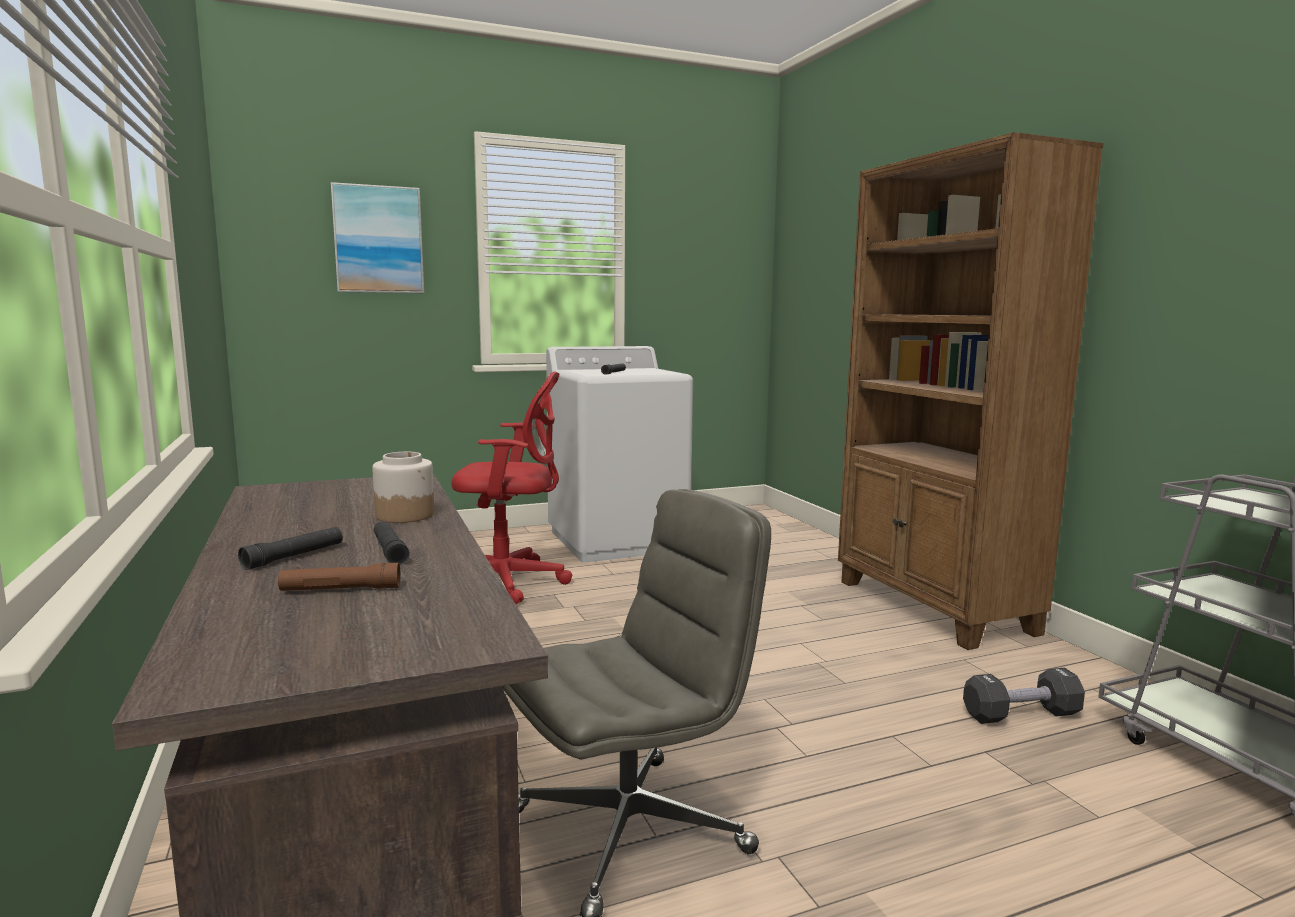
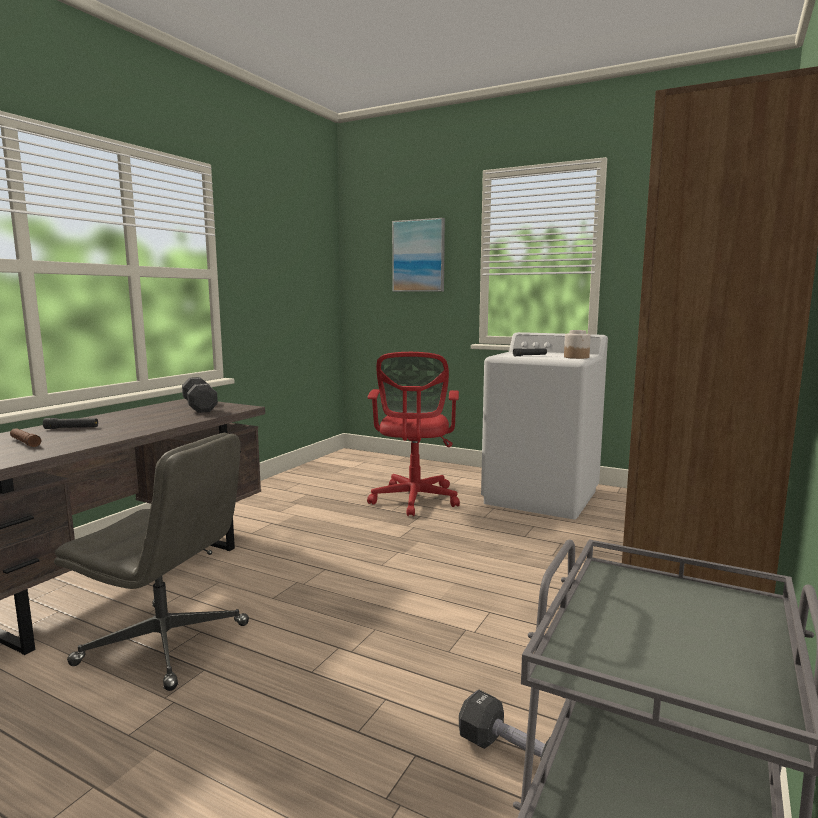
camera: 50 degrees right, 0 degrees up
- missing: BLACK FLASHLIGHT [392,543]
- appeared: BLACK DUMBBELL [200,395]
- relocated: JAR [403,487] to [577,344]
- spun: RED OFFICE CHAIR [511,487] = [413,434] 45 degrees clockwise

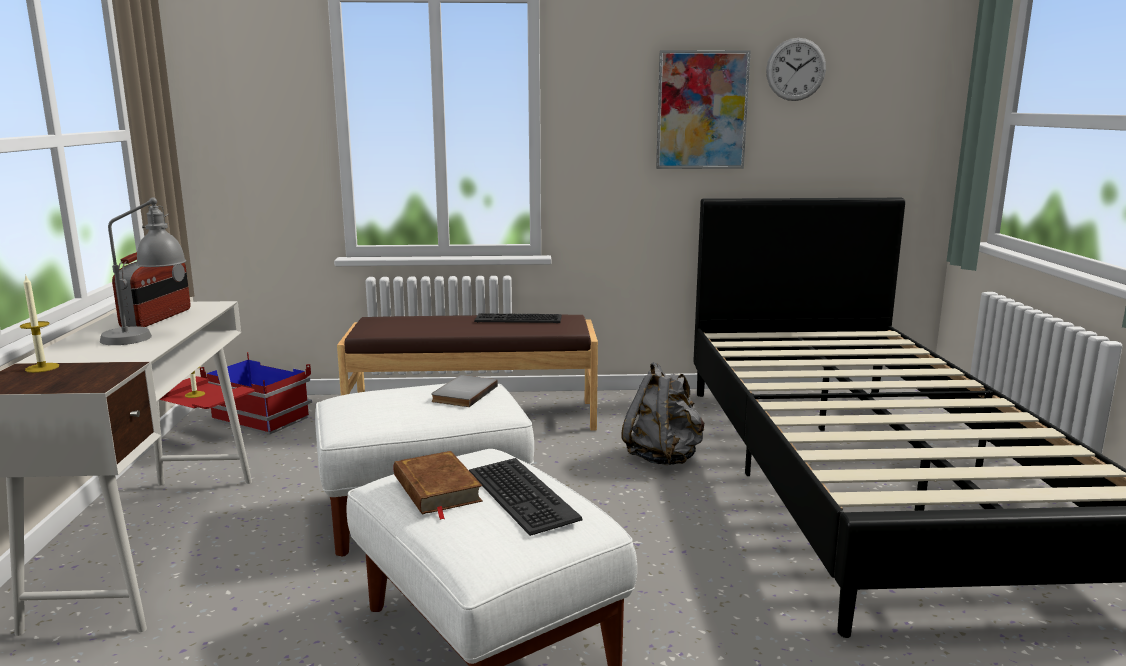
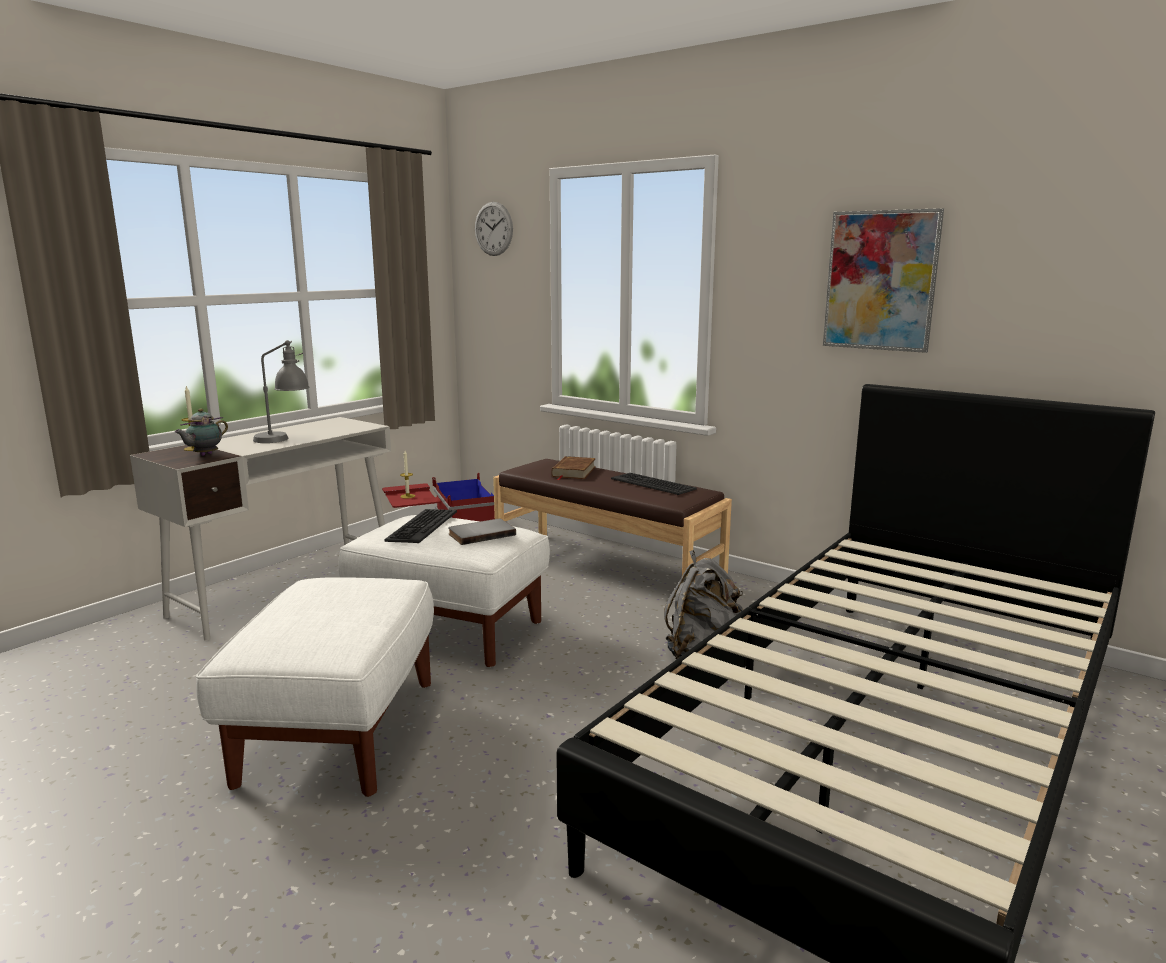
camera: 40 degrees right, 0 degrees up
- missing: RADIO [151,289]
- appeared: TEAPOT [201,432]
- relocated: BROWN BOOK [438,485] to [573,468]
- relocated: KEYBOARD [526,497] to [420,526]
- relocated: WALL CLOCK [796,69] to [494,229]

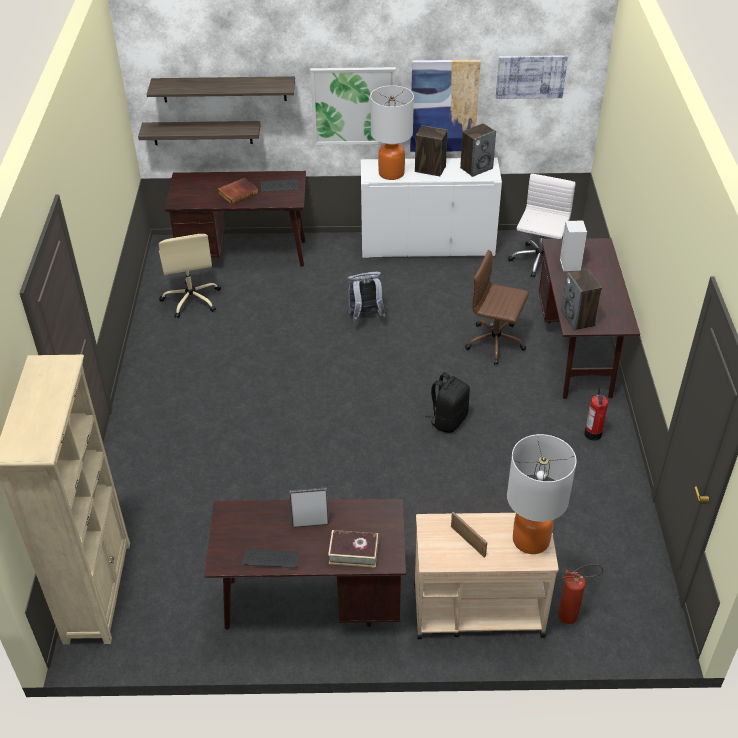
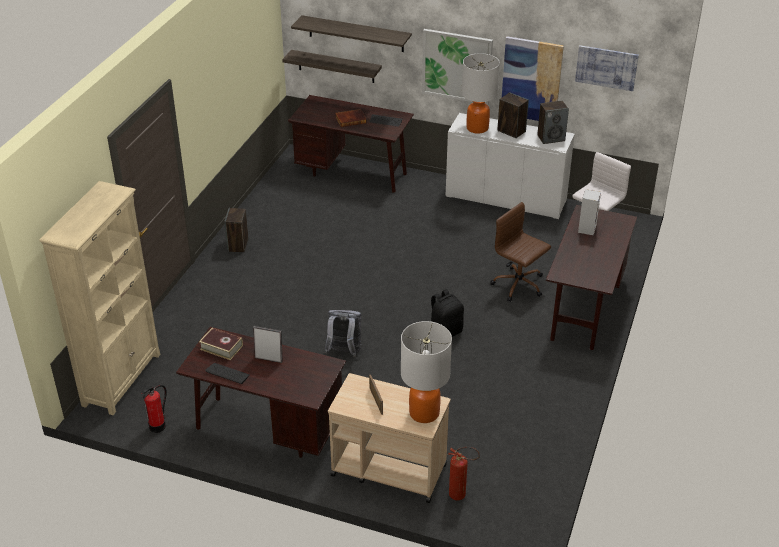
camera: 20 degrees right, 5 degrees down
- missing: BEIGE OFFICE CHAIR [190,276]
- relocated: BOOK [353,549] to [221,344]
- relocated: GREY BACKPACK [366,297] to [343,333]
- relocated: SPEAKER [581,300] to [236,230]
- relocated: FIRE EXTINGUISHER [596,414] to [154,409]

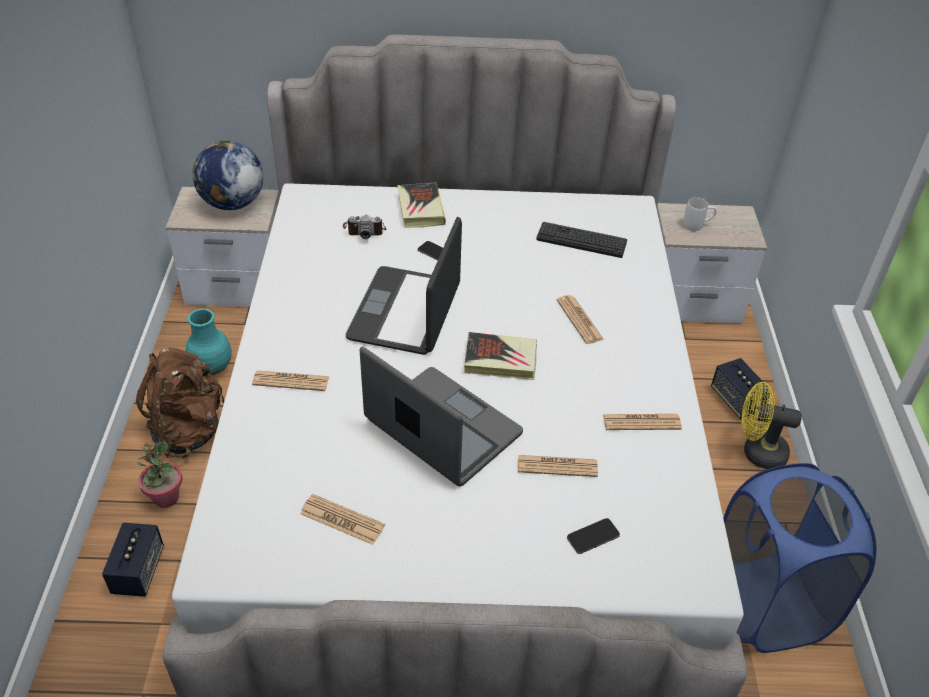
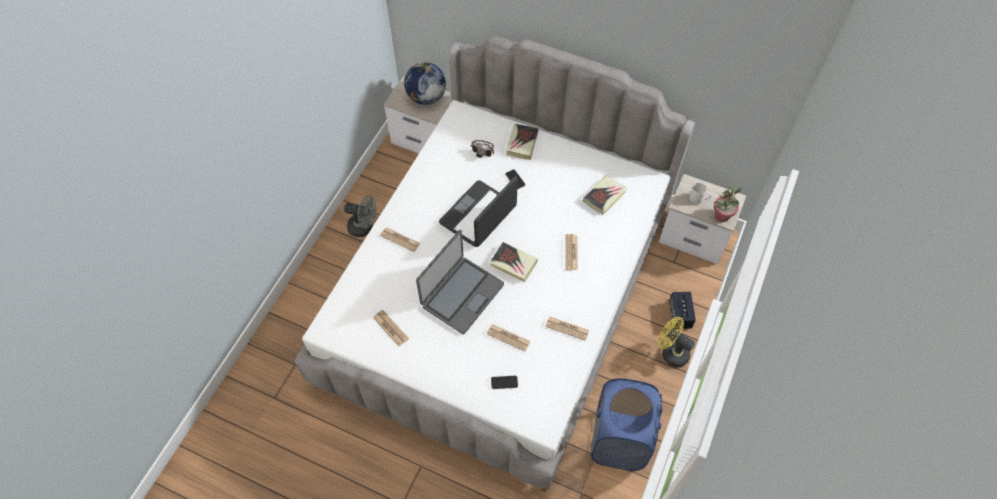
camera: 25 degrees right, 15 degrees up
- missing: SPEAKER [133,560]
- missing: TURQUOISE VASE [209,341]
- relocated: POTTED PLANT [159,474] to [727,204]
- exchanged: BROWN BACKPACK [180,403] to GREY FAN [360,216]
- exchanged: KEYBOARD [581,240] to BOOK [605,195]
- spun: LAPTOP [441,417] = [460,282] 60 degrees clockwise

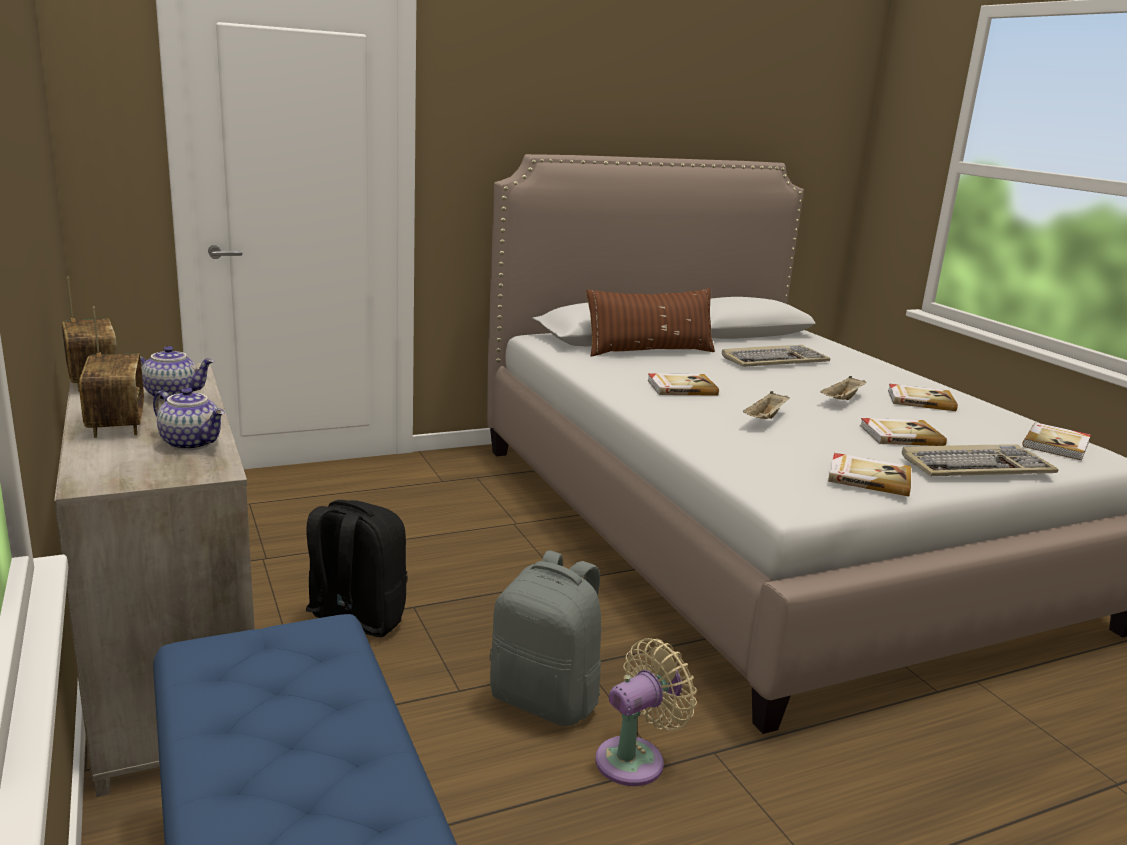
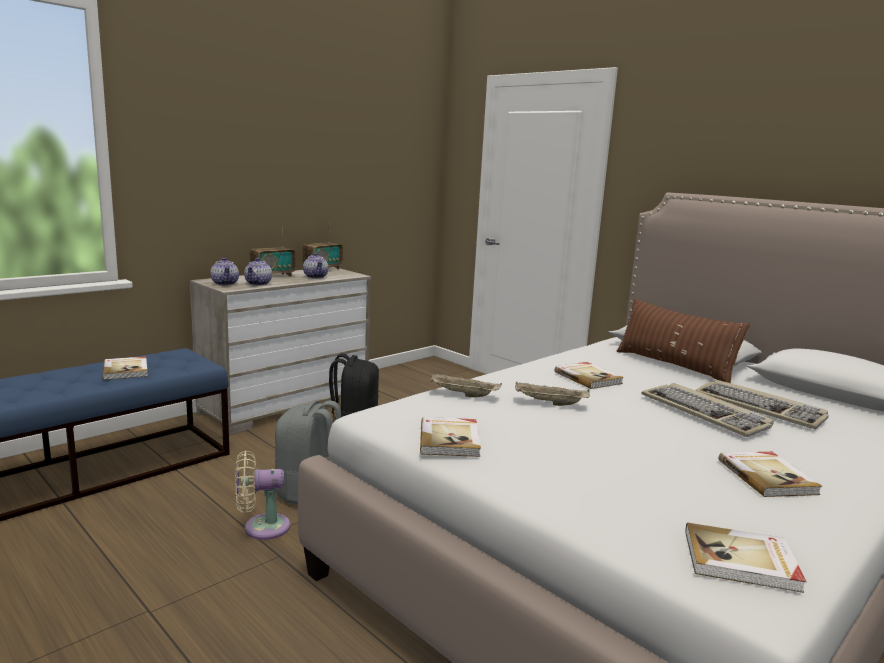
camera: 70 degrees right, 5 degrees down
- appeared: TEAPOT [224,271]
- relocated: BEIGE TRAY [843,388] to [466,385]
- relocated: BOOK [903,432] to [125,368]
- relocated: KEYBOARD [980,460] to [708,410]
- spun: BEIGE FAN [646,712] = [262,495] 135 degrees clockwise

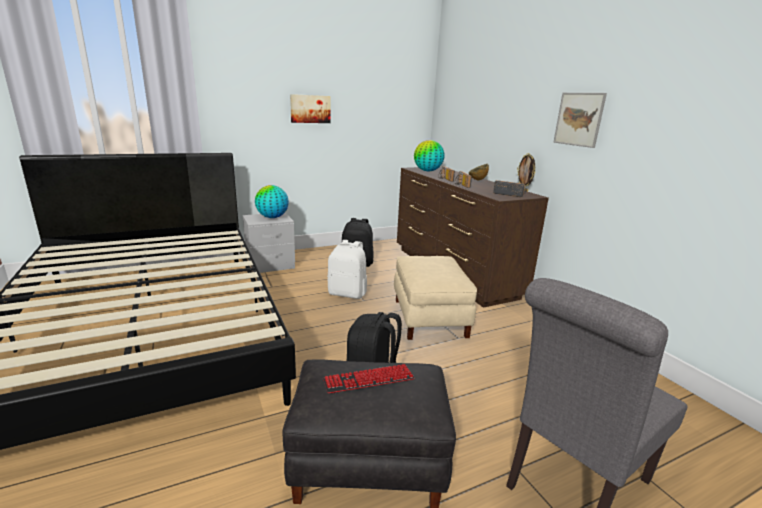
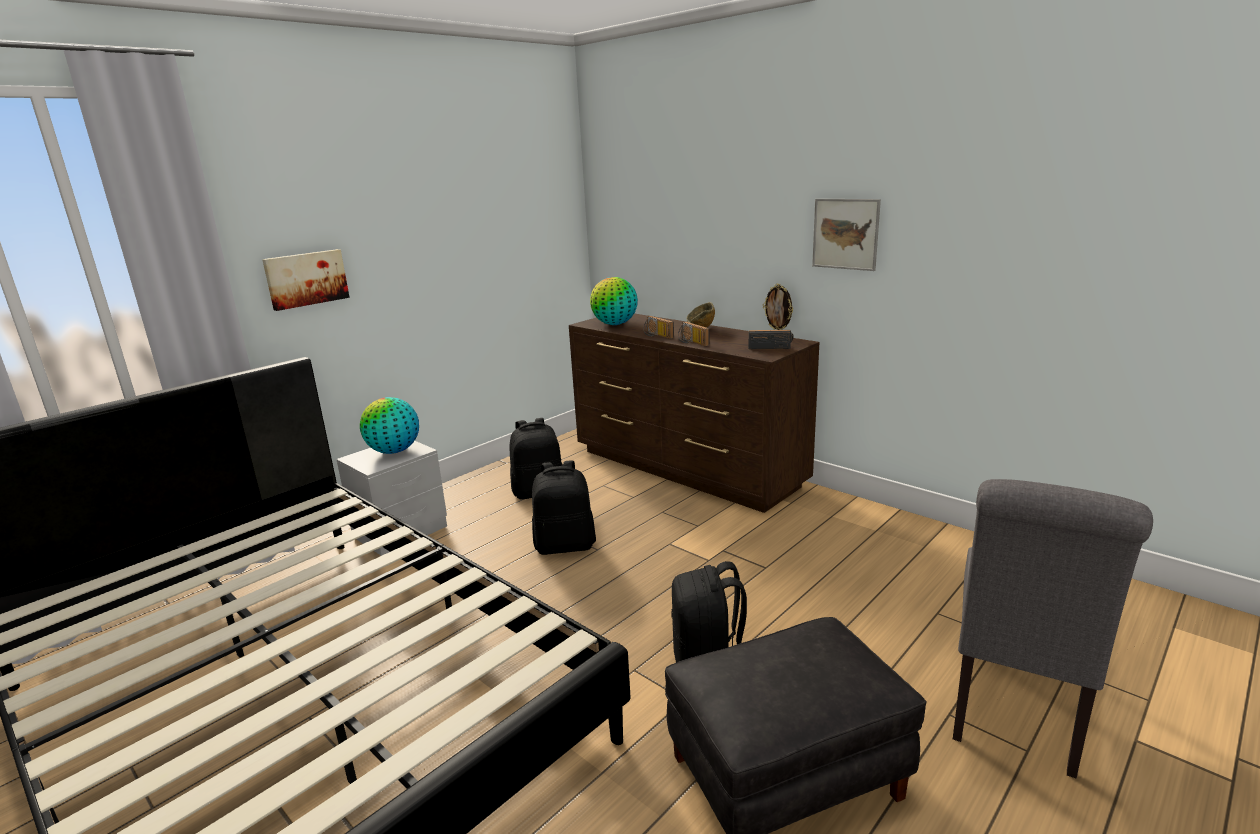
camera: 20 degrees left, 0 degrees up
- missing: KEYBOARD [368,379]
- missing: BEIGE OTTOMAN [435,298]
- relocated: PICTURE [310,108] to [306,280]
- colour: WHITE BACKPACK [347,269] to BLACK BACKPACK [564,507]

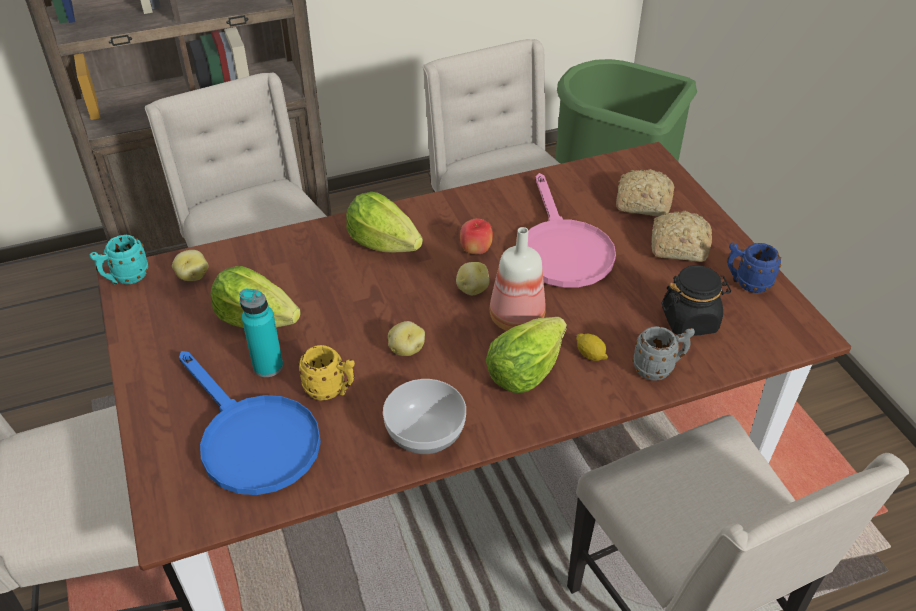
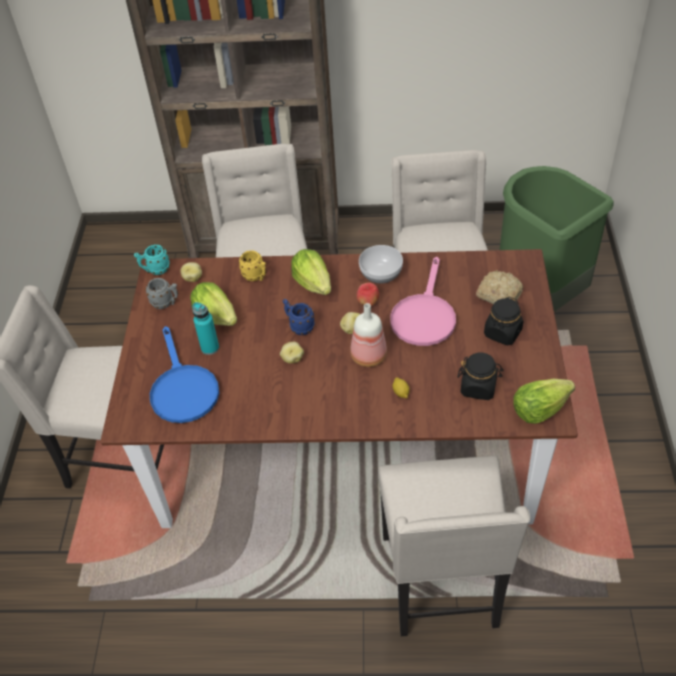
camera: 25 degrees right, 5 degrees up
- relocated: YELLOW MUG [326,373] to [252,265]
- relocated: BOWL [424,416] to [381,264]
- relocated: LETTUCE [526,355] to [544,401]
- relocated: GREY MUG [663,353] to [161,293]
- relocated: BLUE MUG [754,268] to [299,317]
- exchanged: BREAD [681,236] to BLACK JAR [504,321]

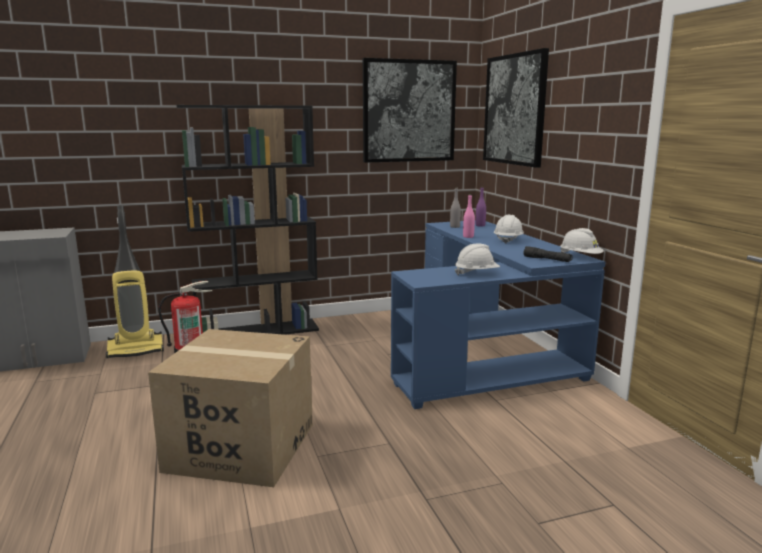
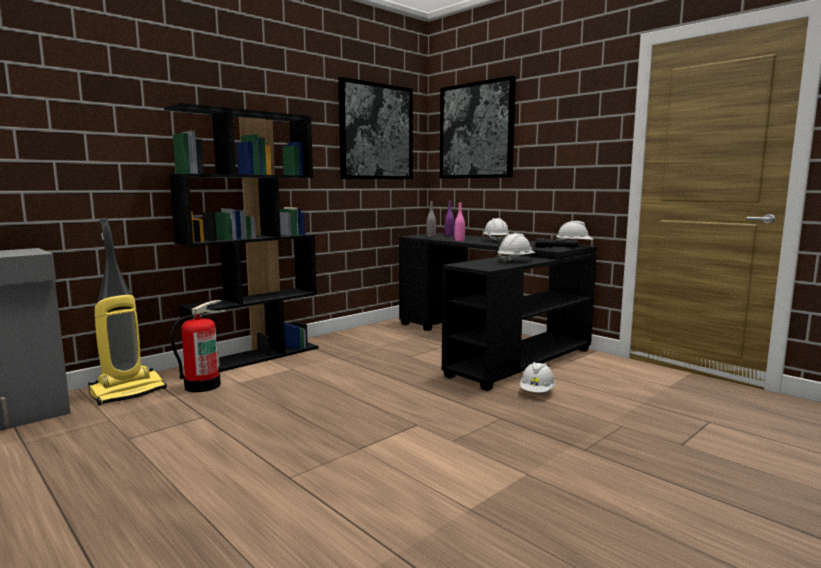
camera: 25 degrees left, 5 degrees down
- missing: CARDBOARD BOX [230,408]
- appeared: WHITE HARD HAT [537,377]
- colour: BLUE DESK [498,314] to BLACK DESK [498,312]

